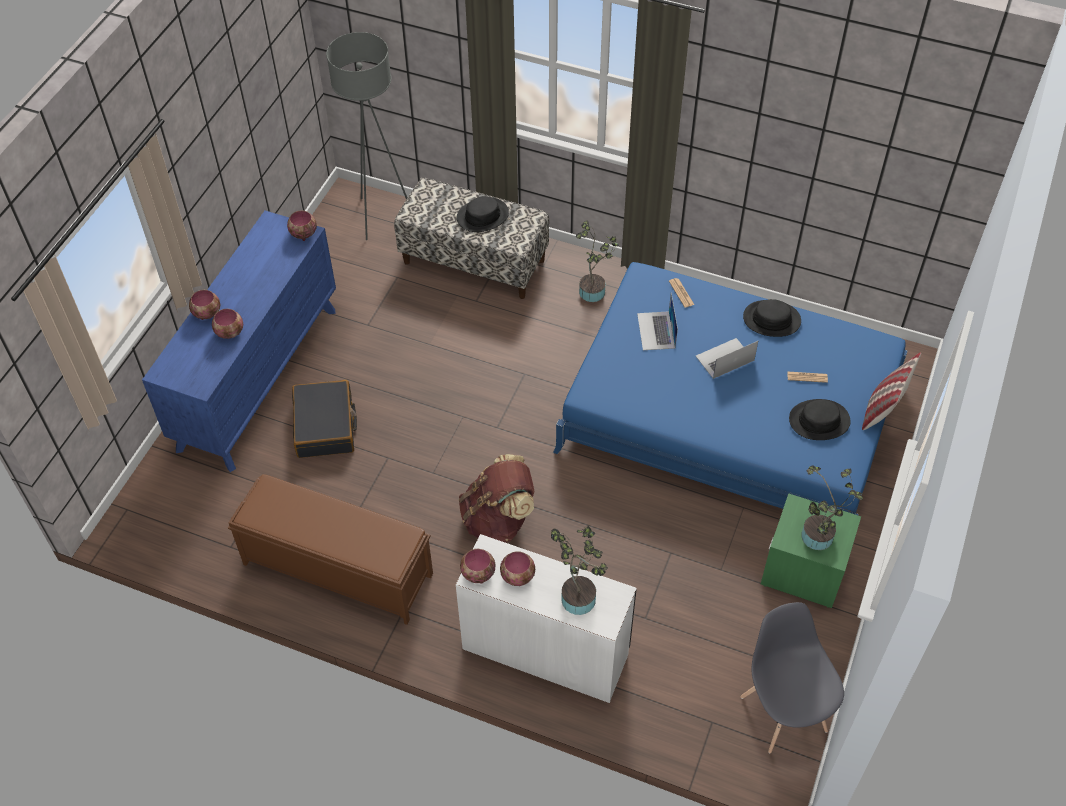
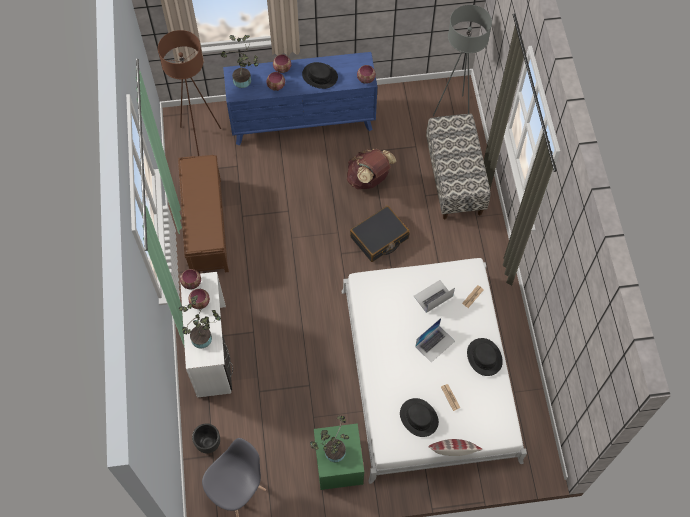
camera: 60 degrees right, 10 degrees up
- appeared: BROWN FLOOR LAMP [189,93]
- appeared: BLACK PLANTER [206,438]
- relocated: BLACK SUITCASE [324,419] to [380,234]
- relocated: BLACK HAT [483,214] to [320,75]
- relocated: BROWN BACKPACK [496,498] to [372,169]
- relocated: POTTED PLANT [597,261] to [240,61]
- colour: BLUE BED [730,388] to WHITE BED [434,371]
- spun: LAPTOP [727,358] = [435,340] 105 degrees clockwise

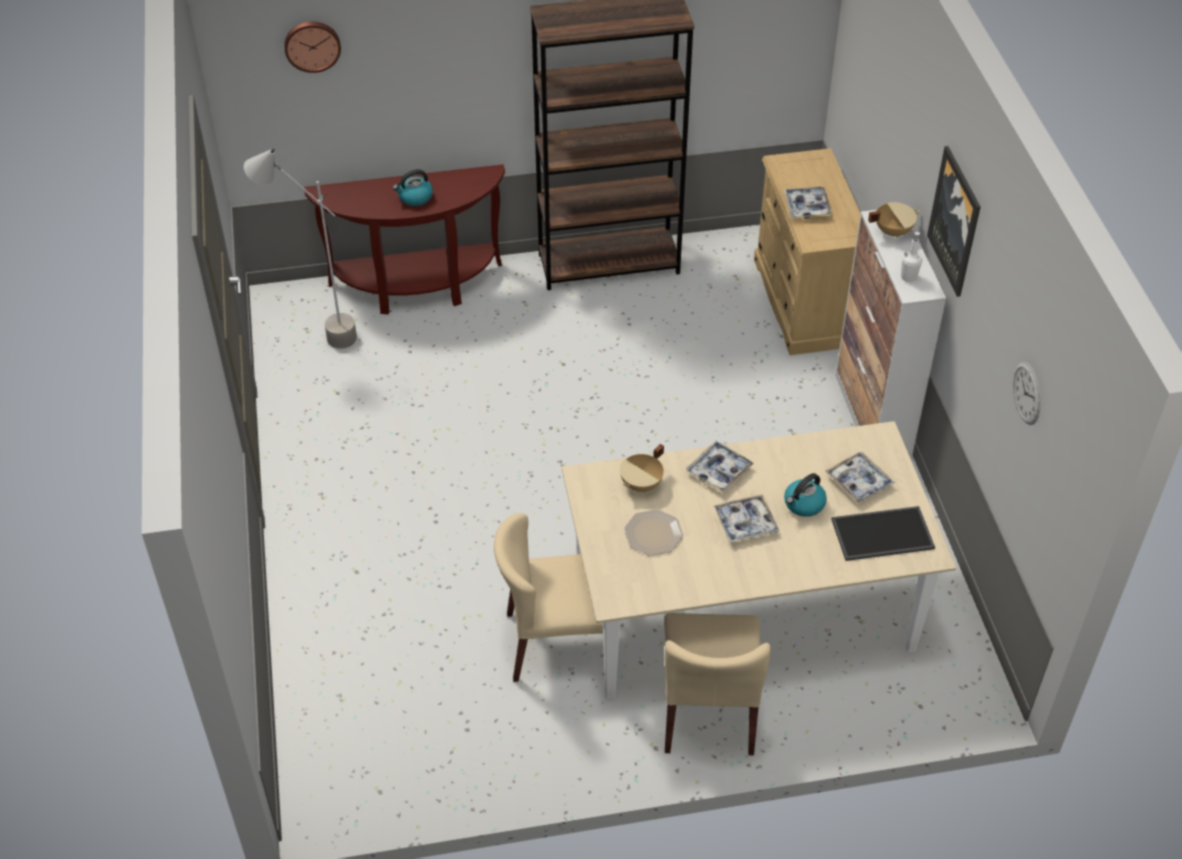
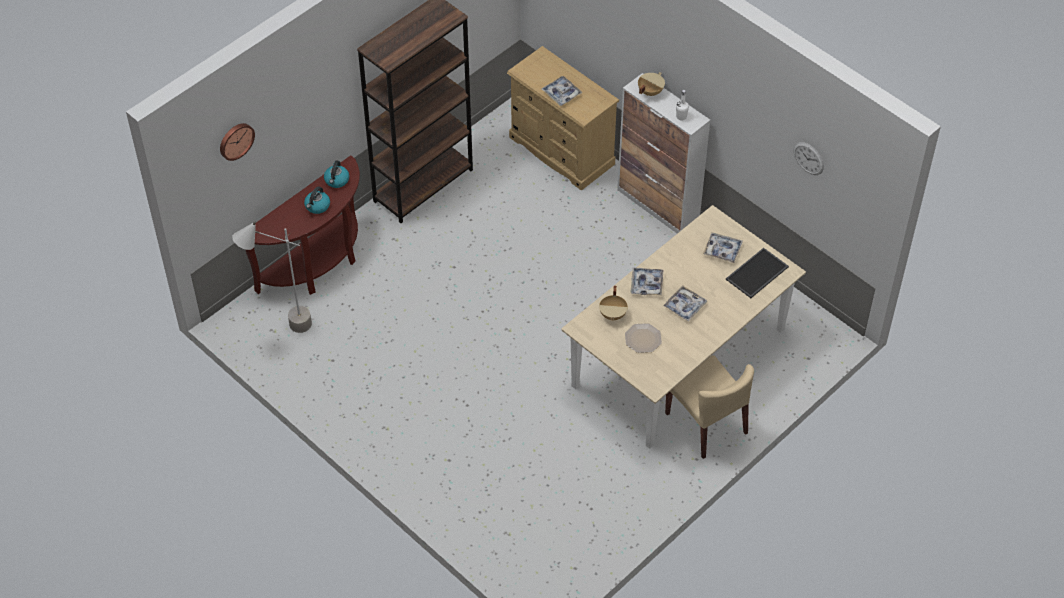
camera: 35 degrees left, 5 degrees up
- missing: BEIGE CHAIR [548,597]
- missing: PICTURE [954,221]
- relocated: KETTLE [805,495] to [336,174]

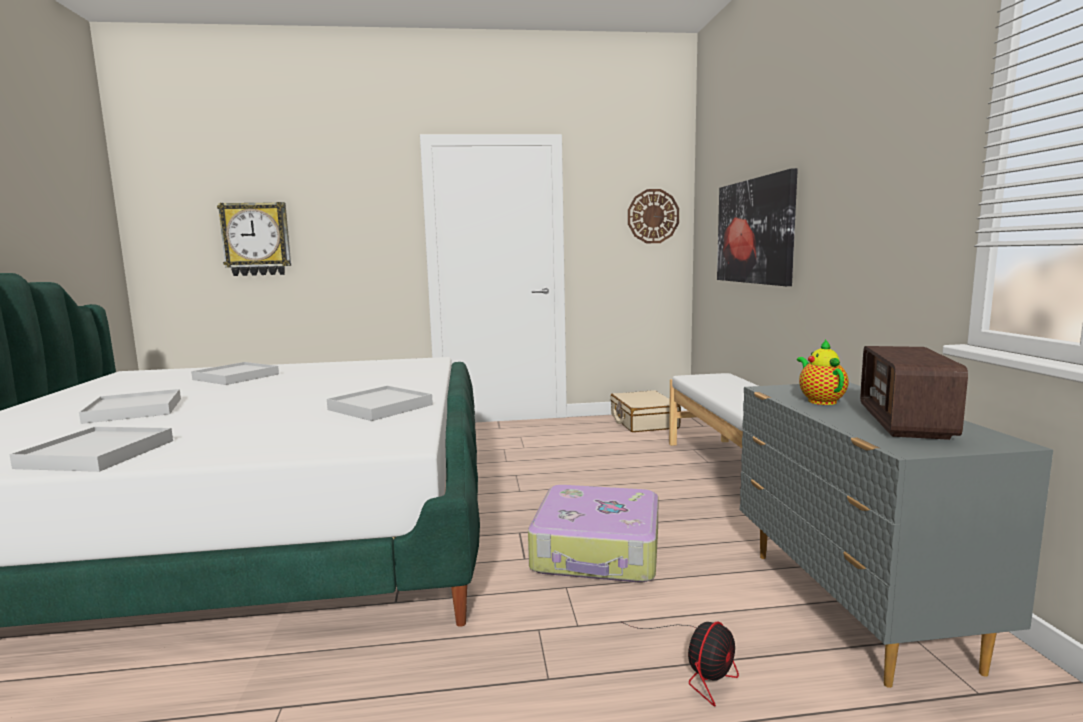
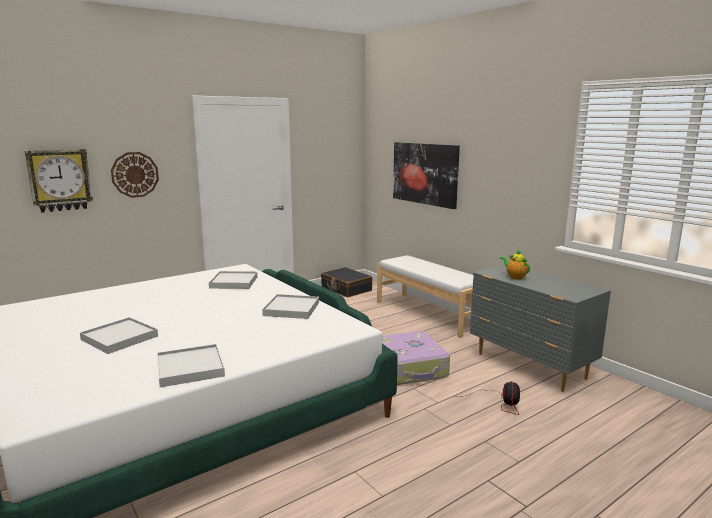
camera: 30 degrees left, 5 degrees up
- missing: RADIO [914,393]
- relocated: WHITE TRAY [235,373] to [233,280]
- relocated: WALL CLOCK [653,216] to [135,175]
- colour: BEIGE SUITCASE [645,411] to BLACK SUITCASE [346,282]

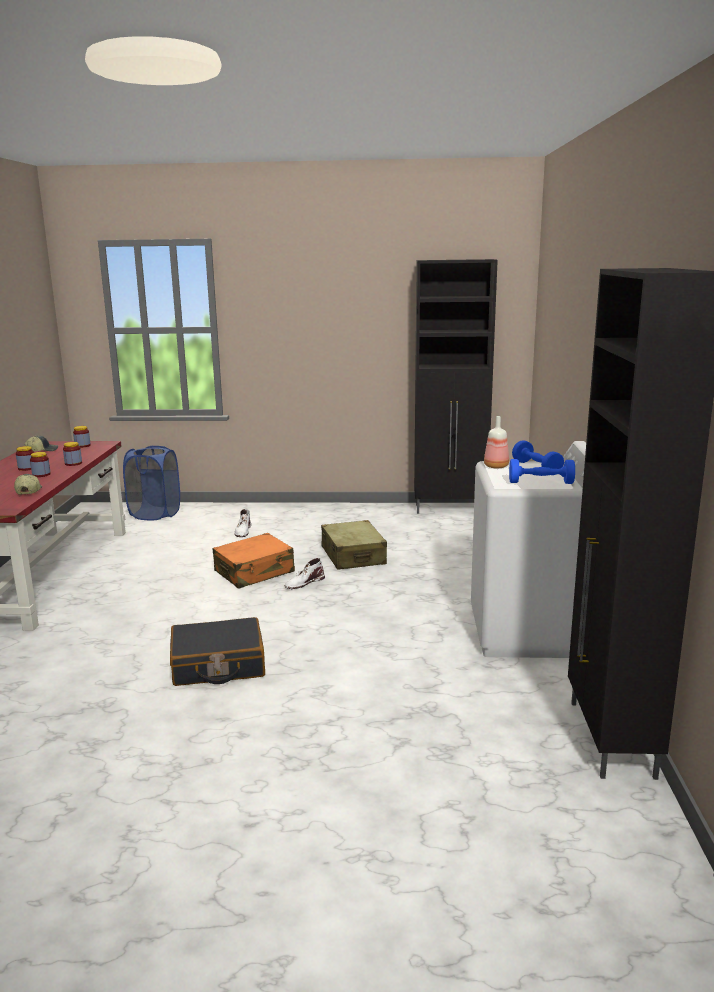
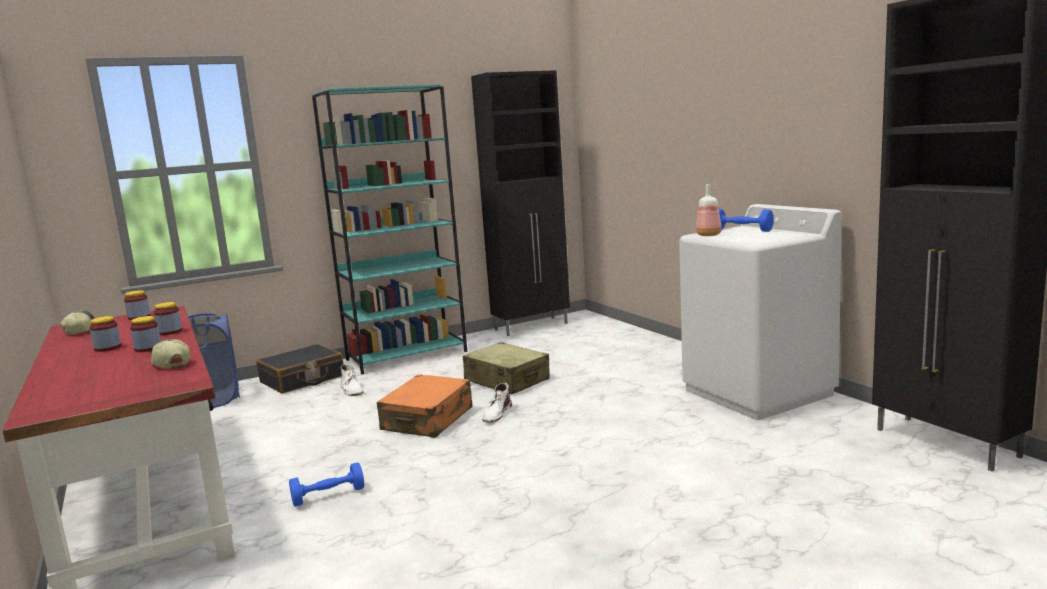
camera: 30 degrees left, 5 degrees down
- appeared: TURQUOISE BOOKCASE [389,229]
- relocated: BLACK SUITCASE [217,651] to [300,369]
- relocated: BLUE DUMBBELL [542,471] to [326,484]

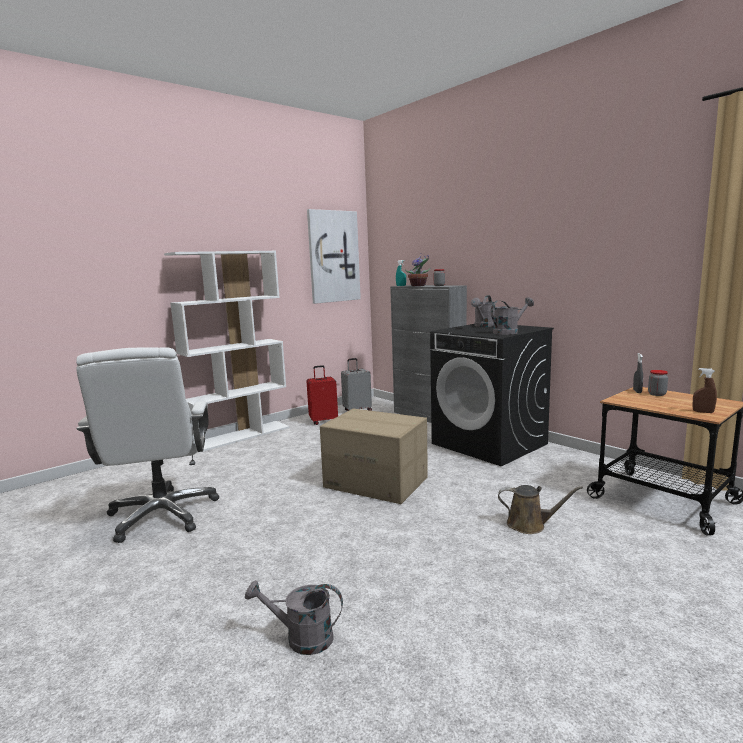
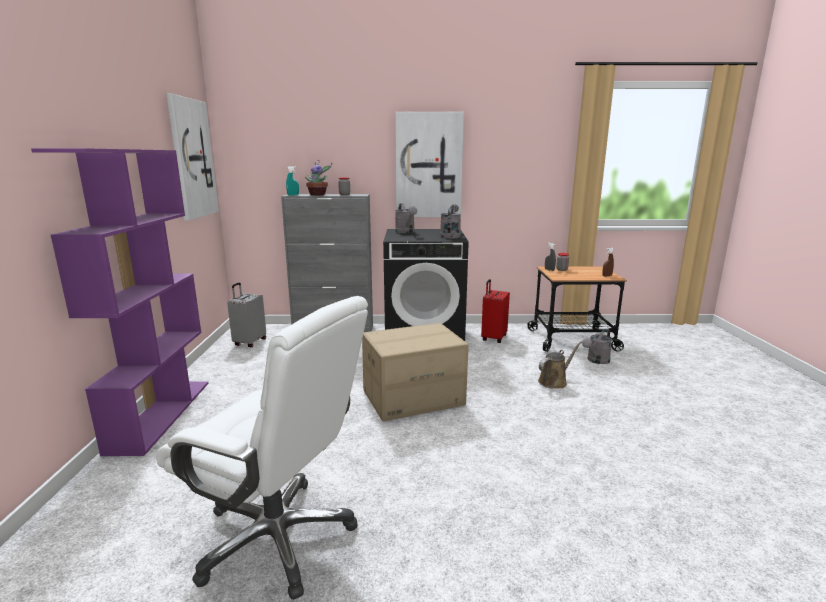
camera: 50 degrees left, 5 degrees up
- appeared: PICTURE [429,164]
- relocated: GREY WATERING CAN [294,617] to [597,346]
- relocated: RED SUITCASE [322,395] to [495,311]
- colour: WHITE BOOKCASE [226,352] to PURPLE BOOKCASE [120,302]

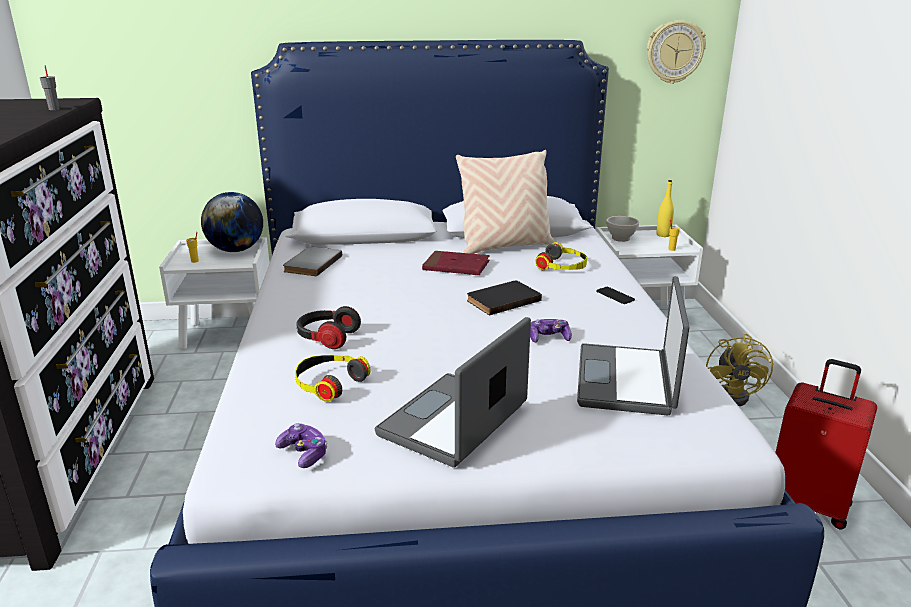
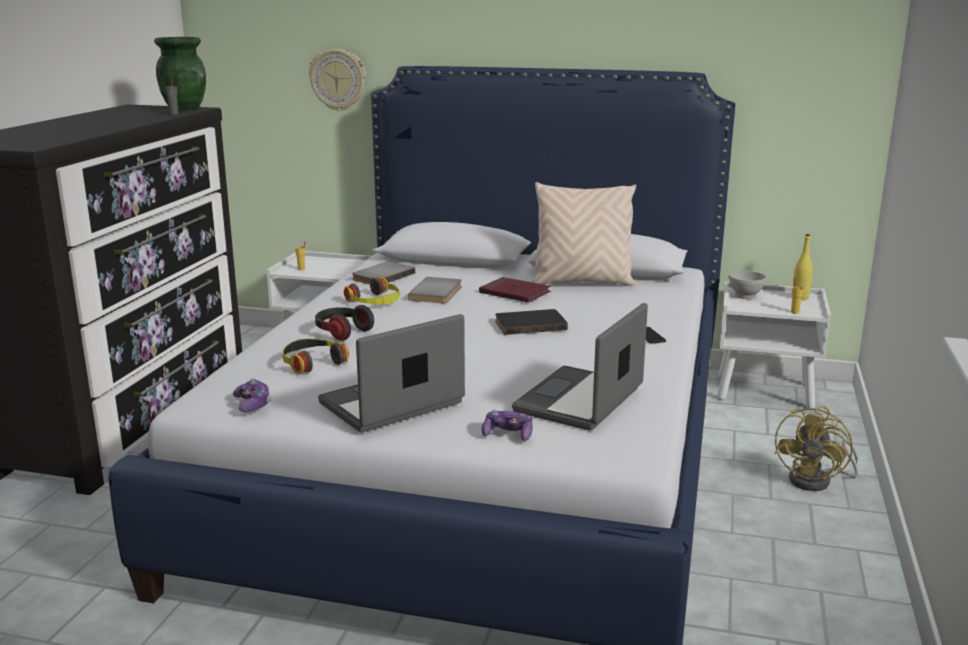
camera: 20 degrees right, 5 degrees down
- missing: GLOBE [232,222]
- missing: RED SUITCASE [826,444]
- appeared: GREEN VASE [180,74]
- appeared: GREY BOOK [435,290]
- relocated: GAME CONTROLLER [551,331] to [507,425]
- relocated: HEADPHONES [561,256] to [371,291]
- relocated: WALL CLOCK [676,52] to [337,80]

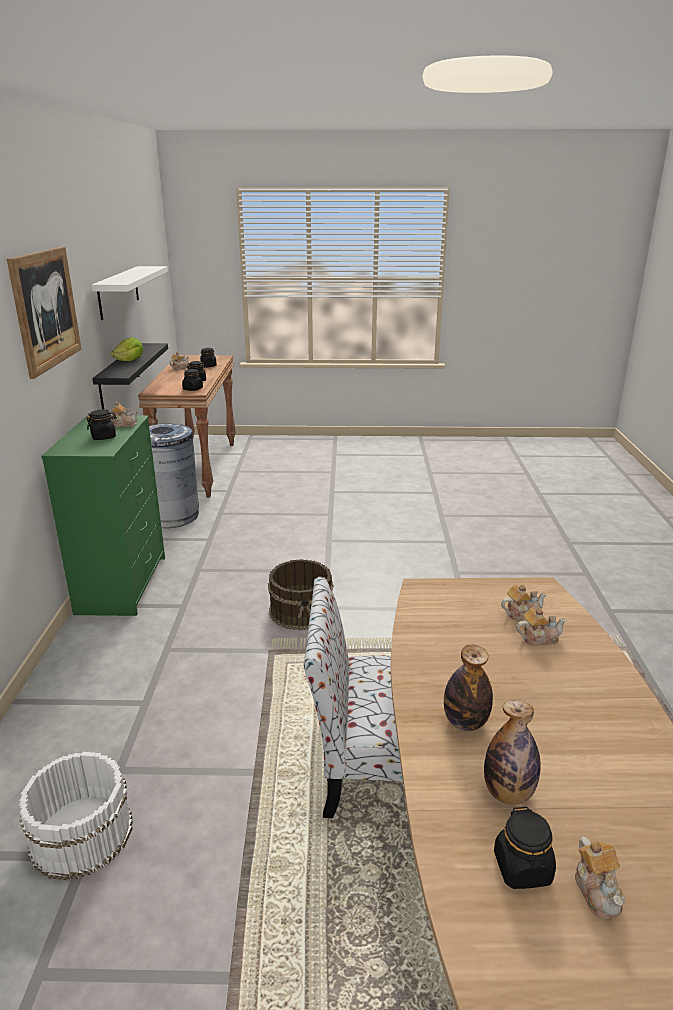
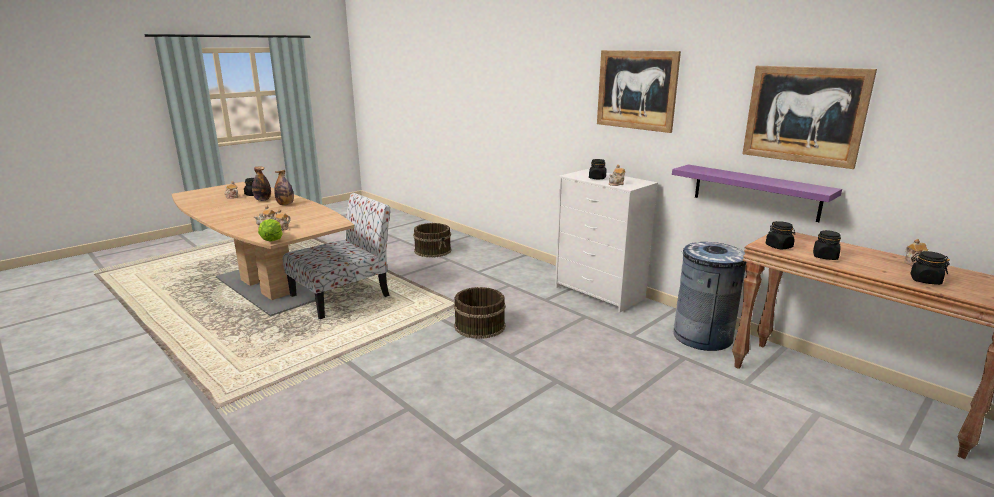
camera: 135 degrees right, 5 degrees down
- relocated: LETTUCE [127,349] to [270,230]
- exchanged: WHITE SHELF [129,293] to PICTURE [810,117]
- colour: WHITE BUCKET [76,816] to BROWN BUCKET [432,240]
- colour: GREEN DRESSER [103,515] to WHITE DRESSER [606,241]
- colour: BLACK SHELF [130,376] to PURPLE SHELF [757,193]

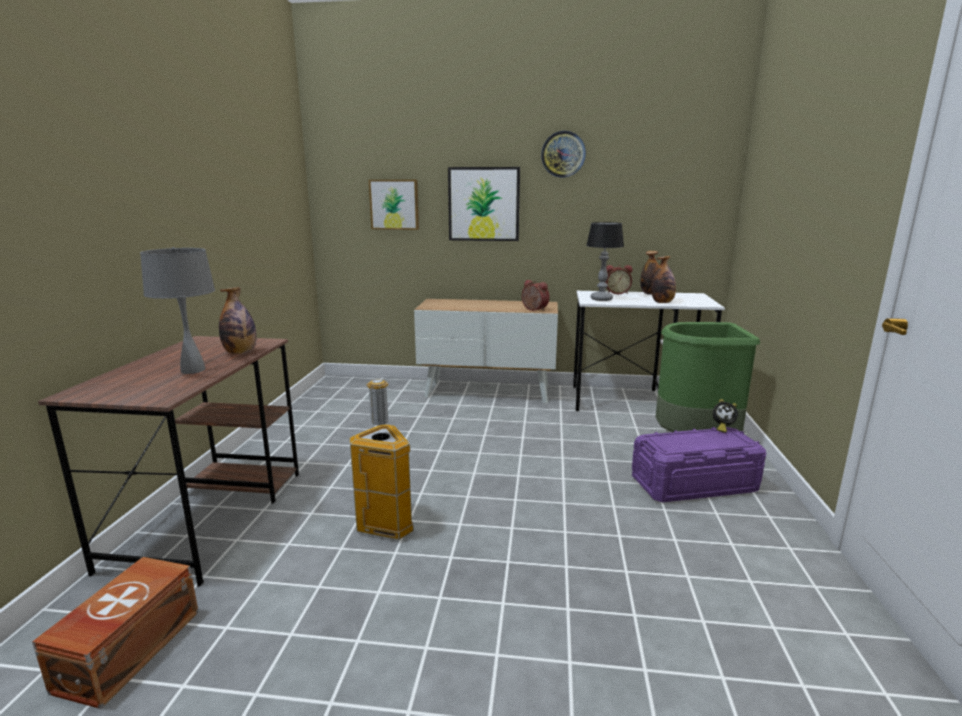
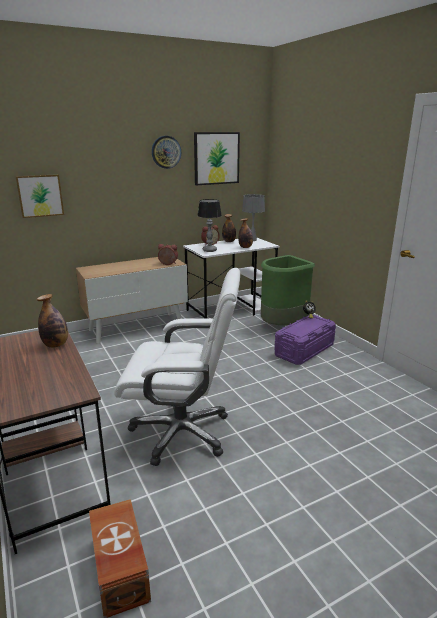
camera: 35 degrees left, 5 degrees up
- relocated: GREY TABLE LAMP [177,310] to [253,217]
- relocated: PICTURE [484,204] to [217,158]
- exchanged: TRASH CAN [382,459] to WHITE OFFICE CHAIR [177,367]

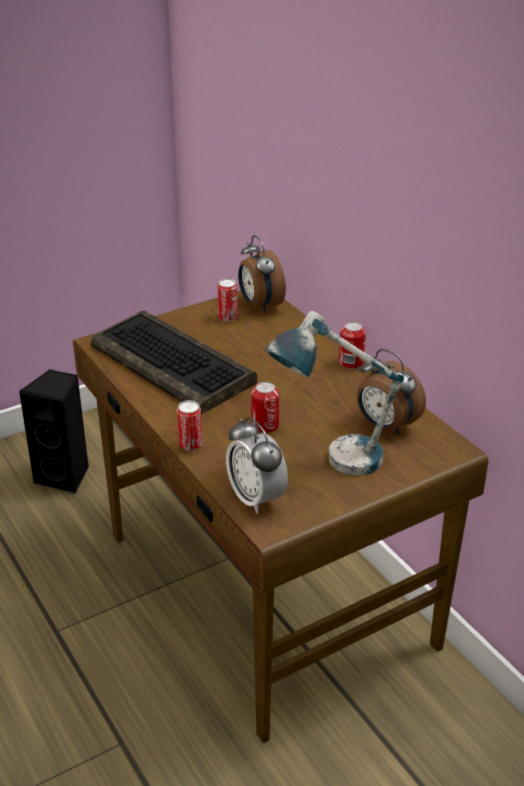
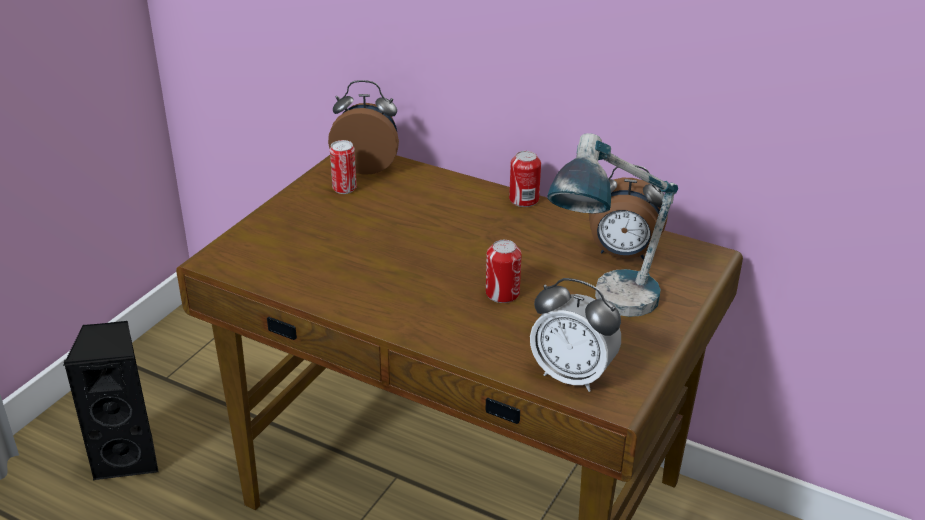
camera: 30 degrees left, 0 degrees up
- missing: KEYBOARD [174,362]
- missing: CAN [189,425]
- spun: ALARM CLOCK [262,273] = [363,127] 150 degrees clockwise

